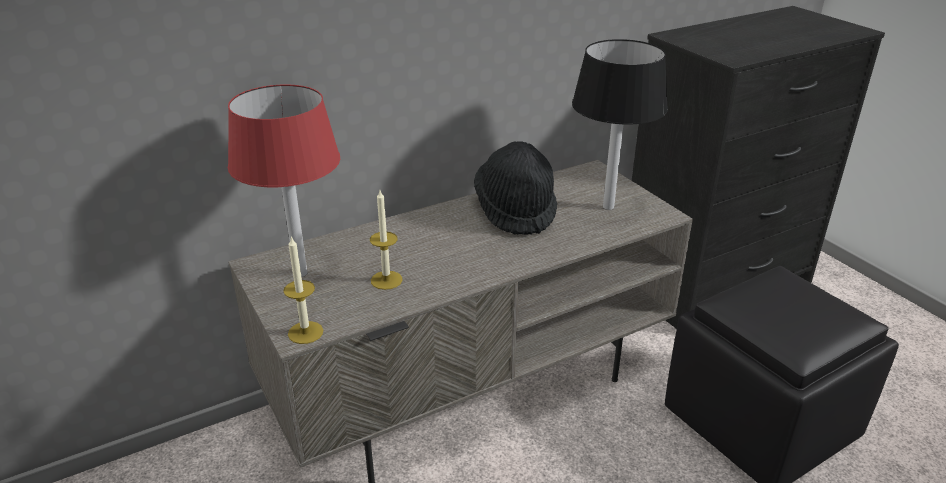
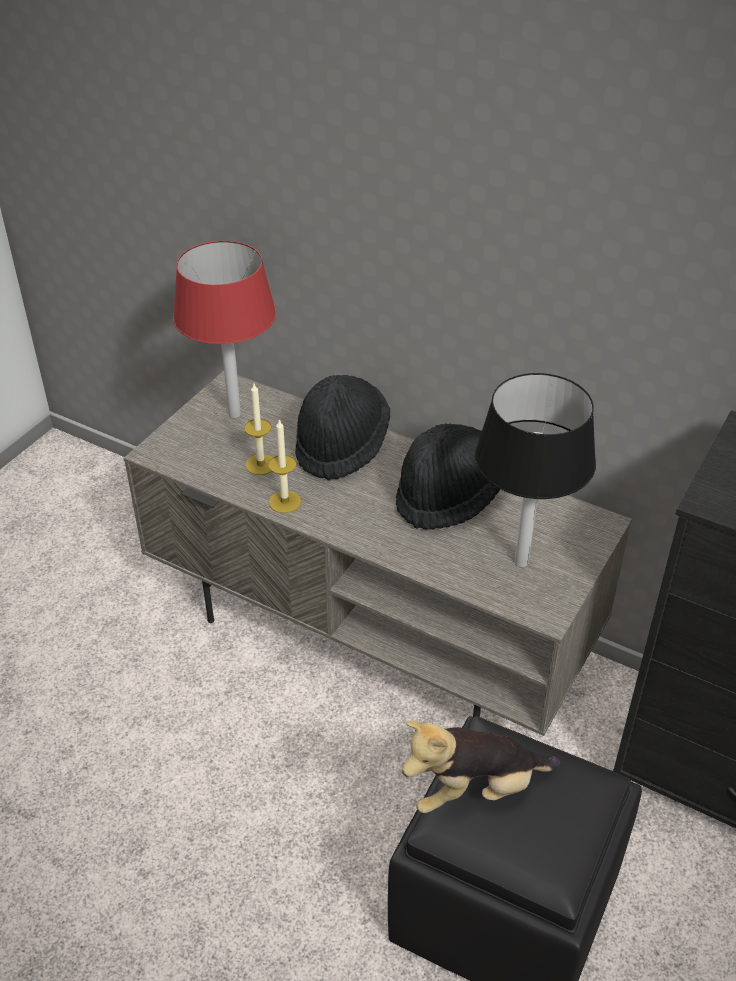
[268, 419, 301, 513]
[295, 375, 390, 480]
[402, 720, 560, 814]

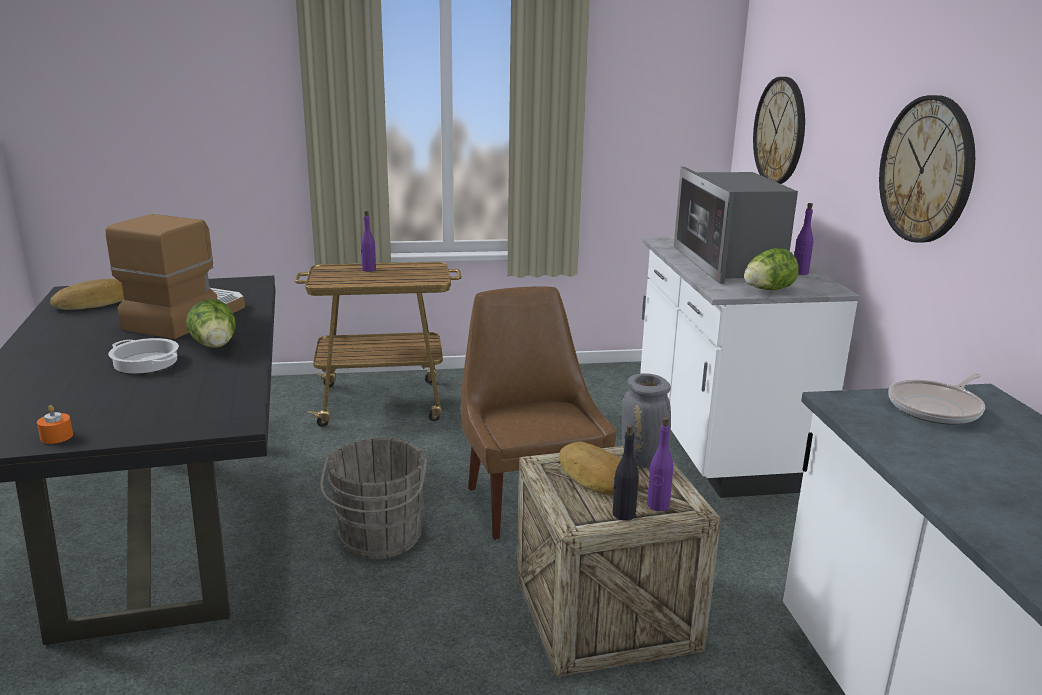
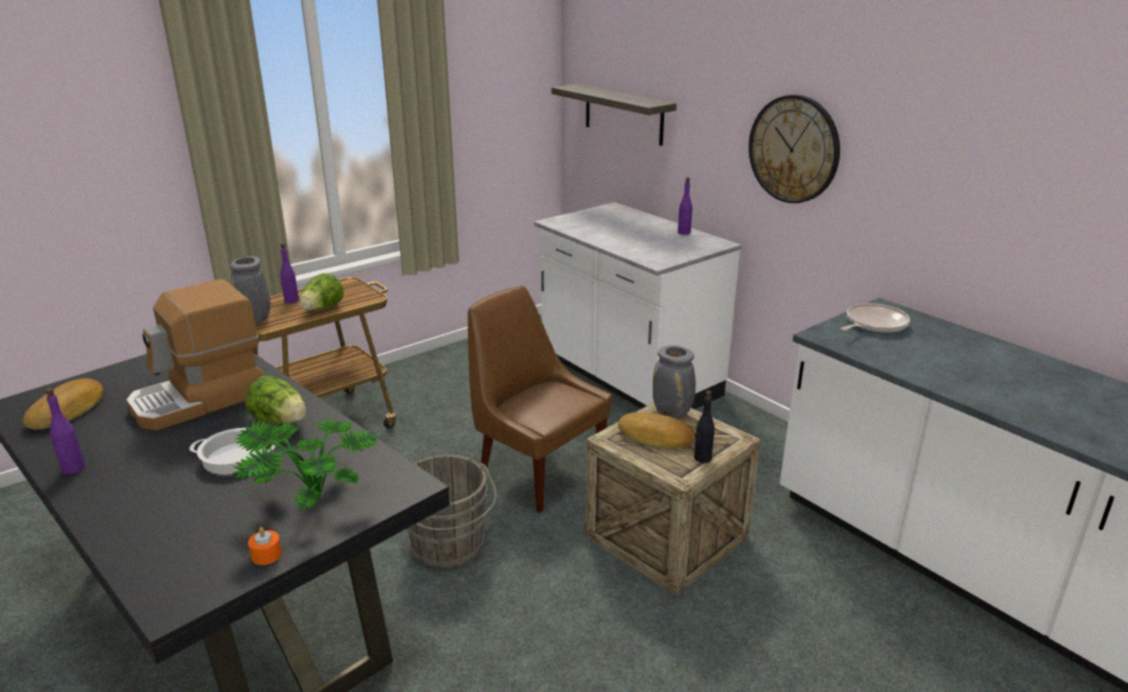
[46, 388, 85, 474]
[126, 279, 265, 430]
[230, 256, 271, 324]
[233, 420, 379, 510]
[300, 273, 344, 310]
[551, 84, 677, 146]
[841, 303, 910, 333]
[674, 167, 798, 284] (first image)

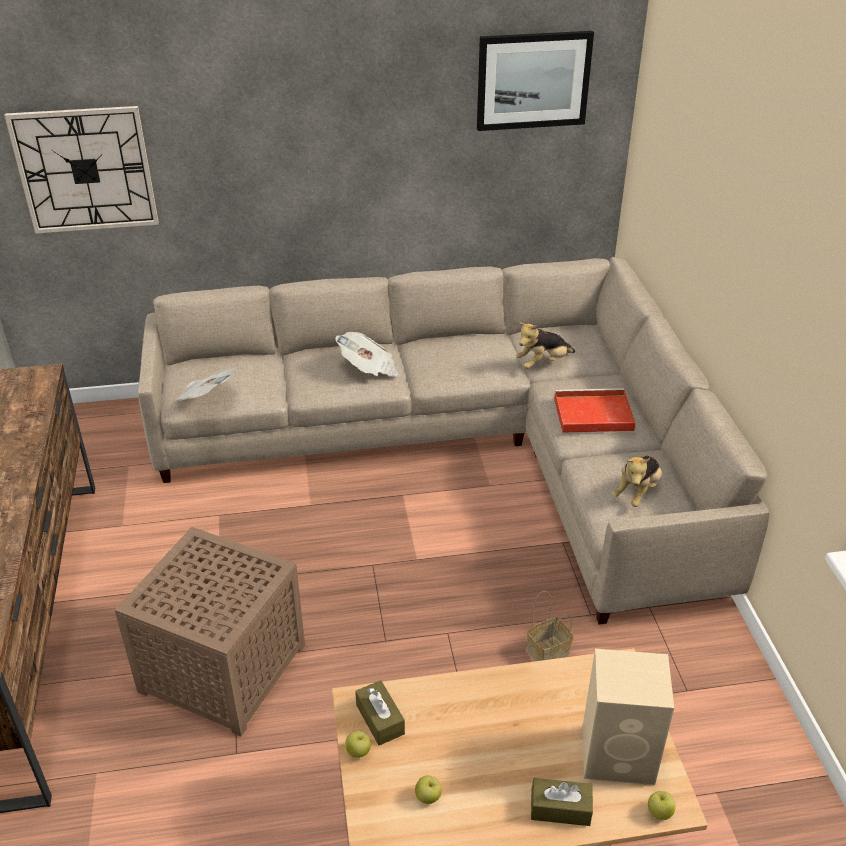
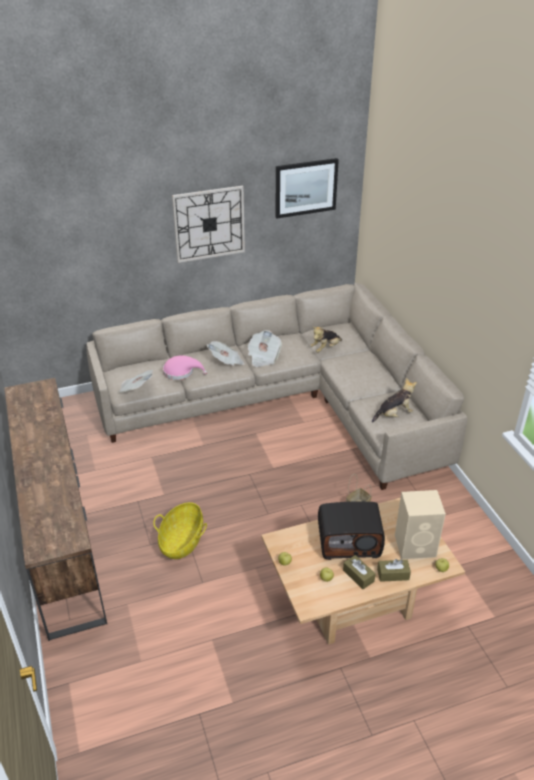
[153, 502, 207, 559]
[163, 355, 207, 380]
[172, 185, 245, 263]
[247, 330, 282, 367]
[318, 501, 385, 560]
[343, 555, 376, 589]
[372, 378, 417, 423]
[554, 388, 636, 433] (first image)

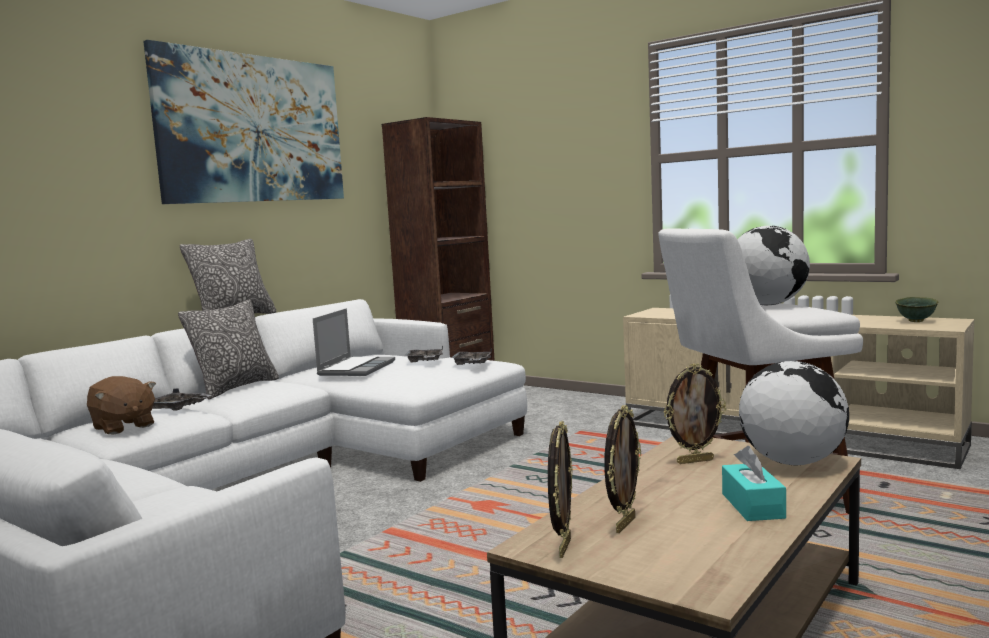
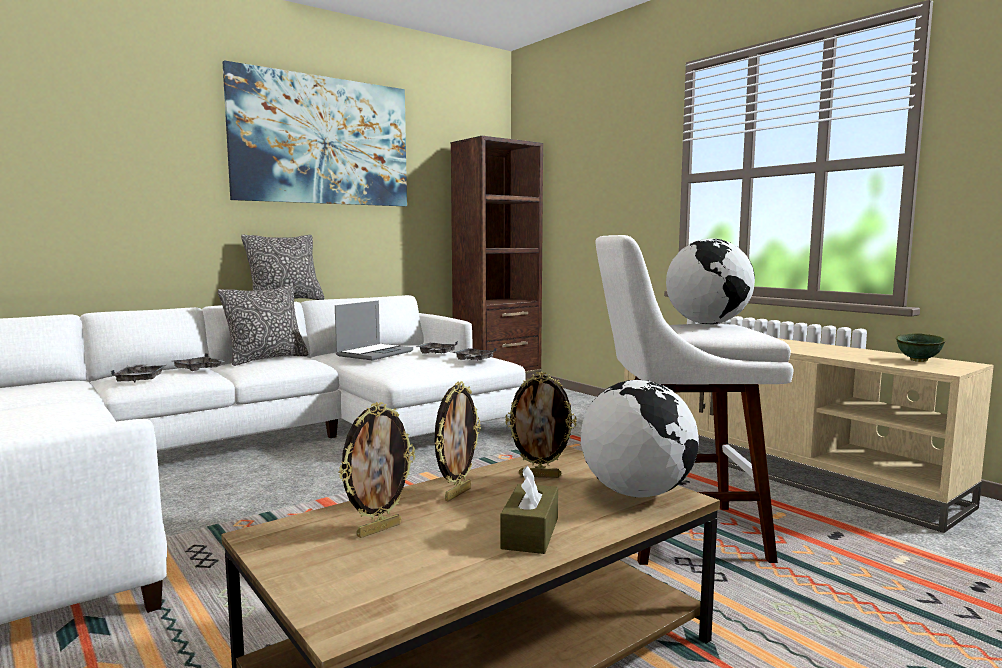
[111, 364, 166, 382]
[435, 381, 481, 501]
[500, 465, 558, 554]

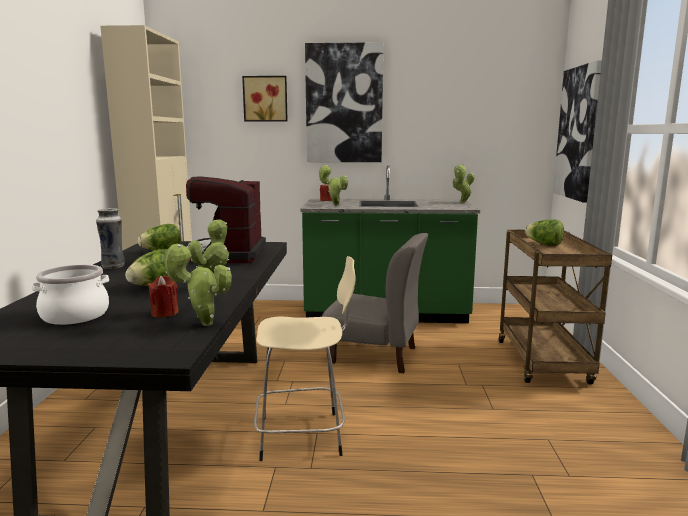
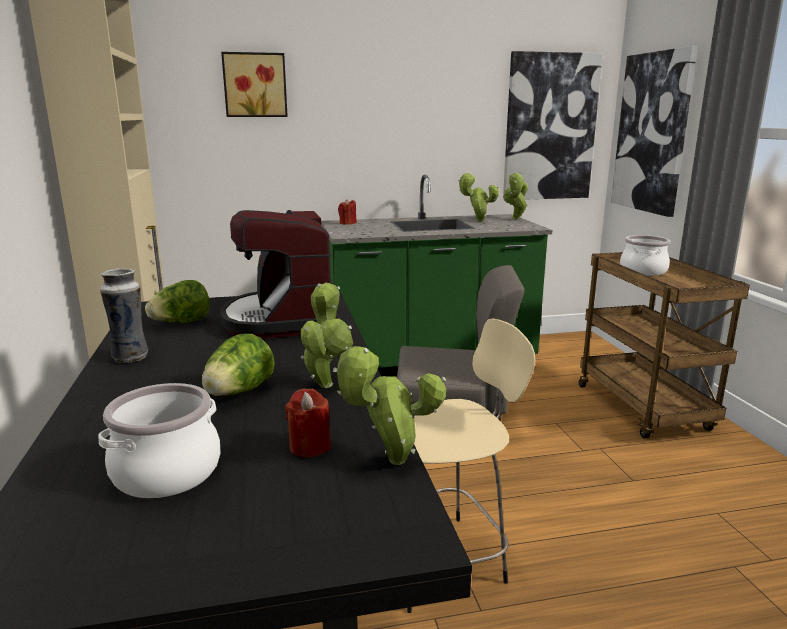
[458, 173, 499, 222]
[503, 51, 603, 200]
[620, 235, 671, 276]

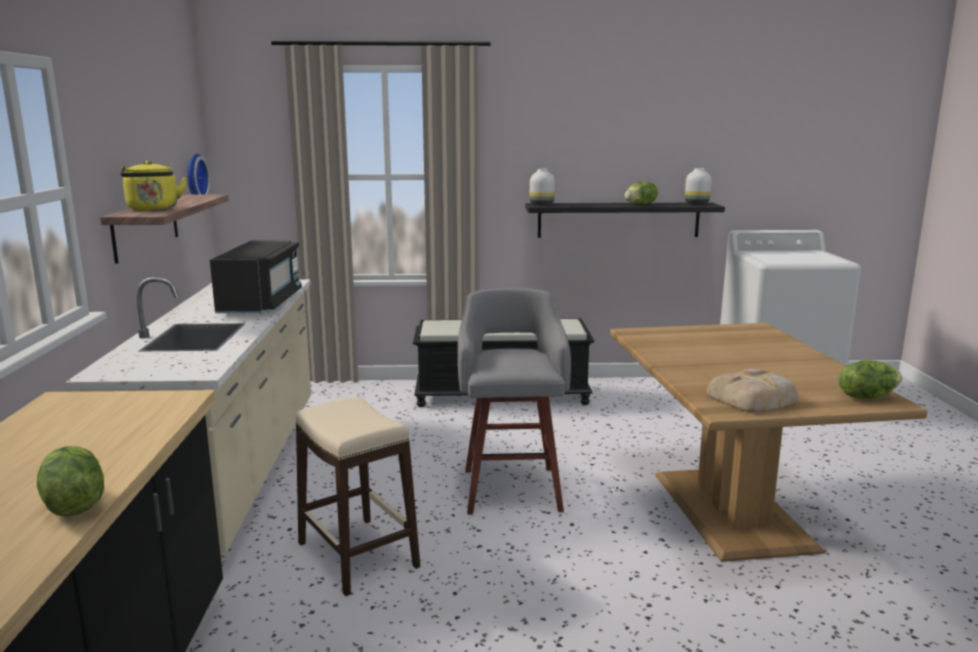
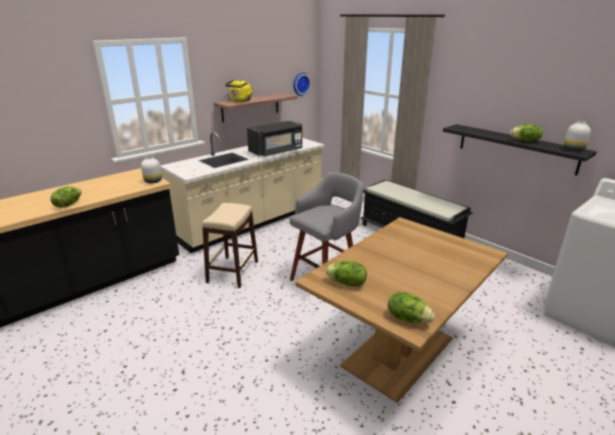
[141, 156, 162, 183]
[326, 261, 367, 286]

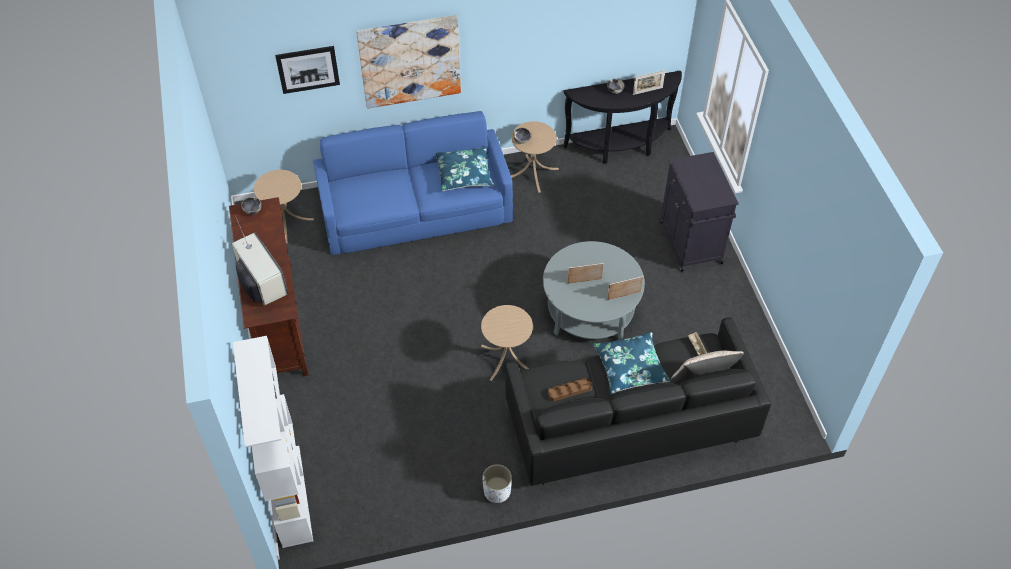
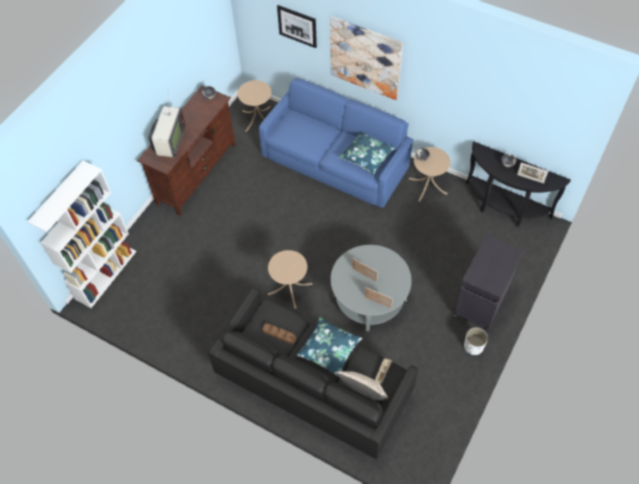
[464, 327, 488, 355]

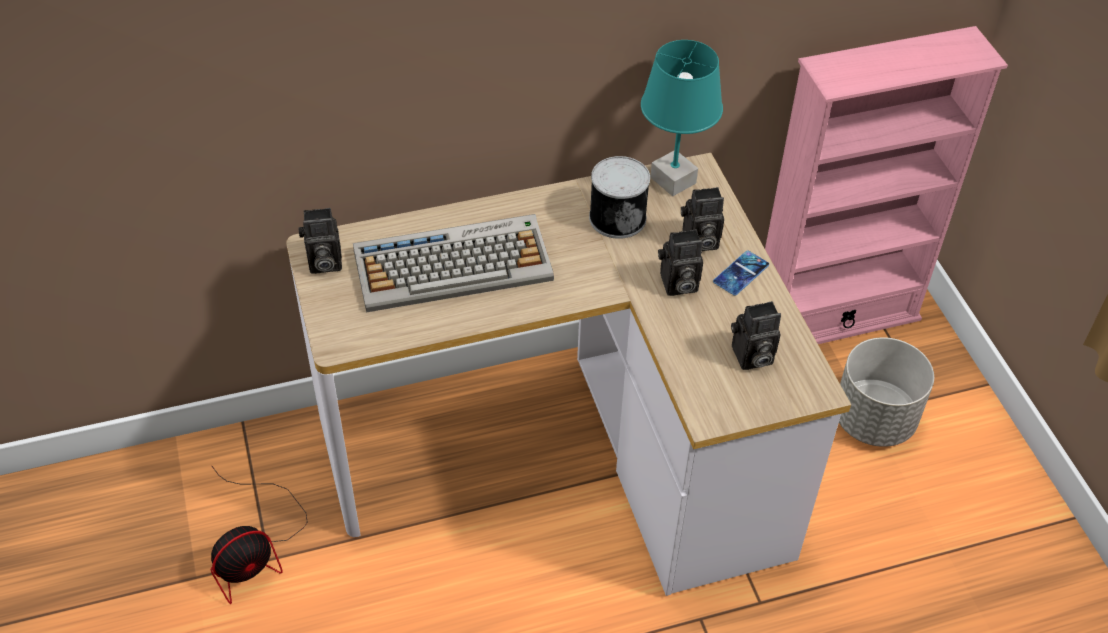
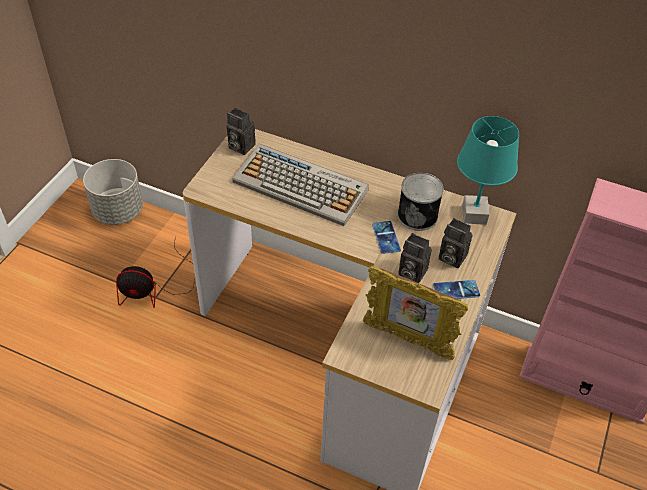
[83, 159, 143, 225]
[363, 266, 468, 360]
[372, 221, 401, 254]

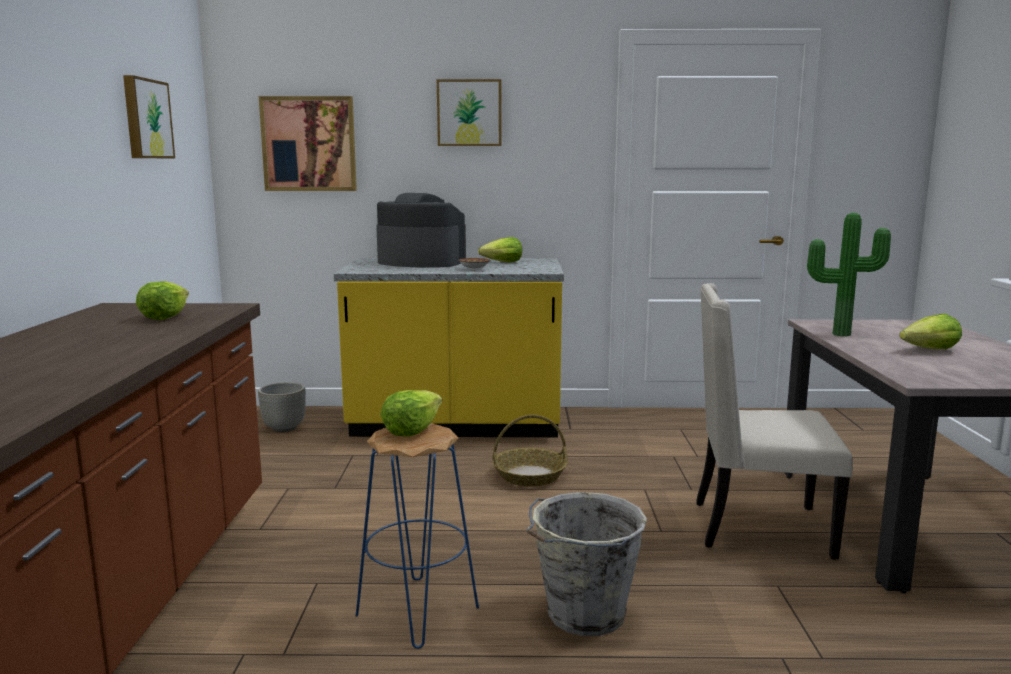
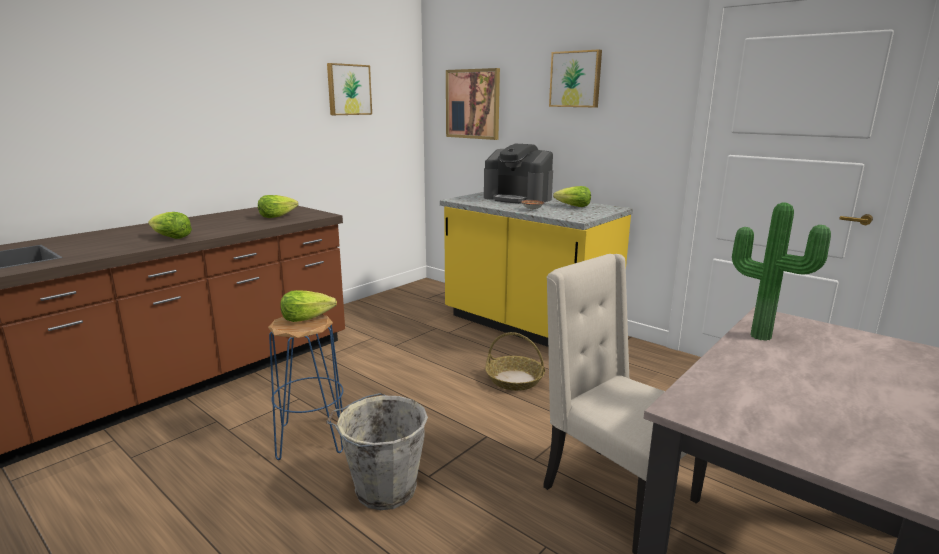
[148, 212, 192, 239]
[484, 144, 553, 204]
[258, 382, 306, 432] (first image)

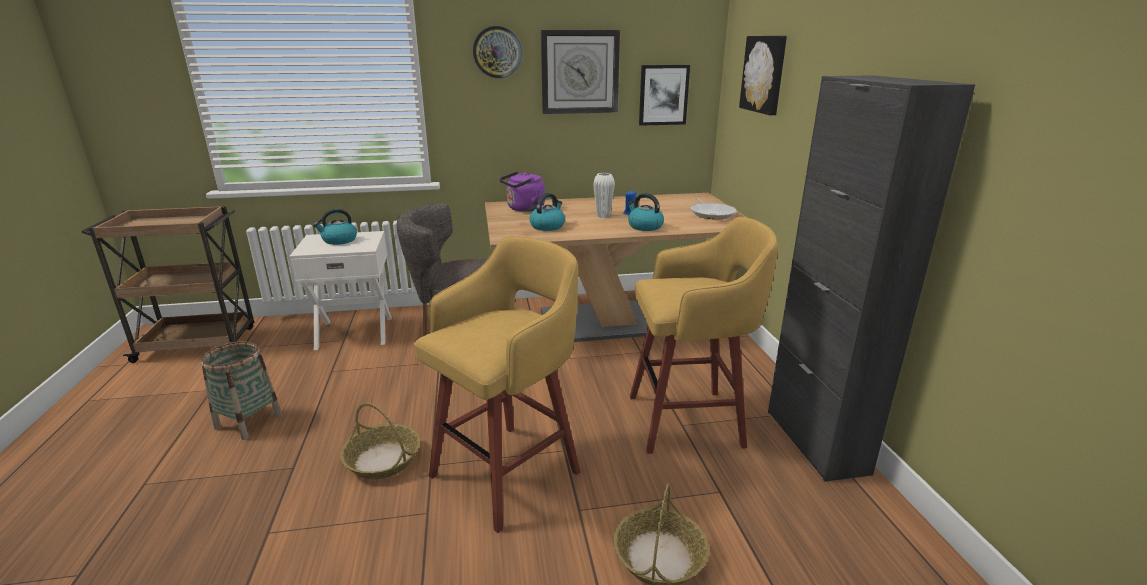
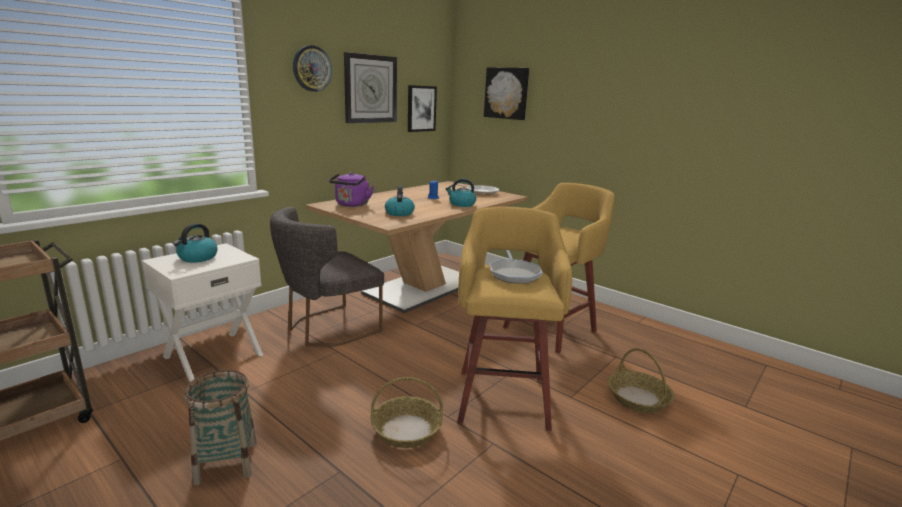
[489, 250, 543, 284]
[593, 173, 615, 218] (first image)
[768, 75, 975, 482] (first image)

